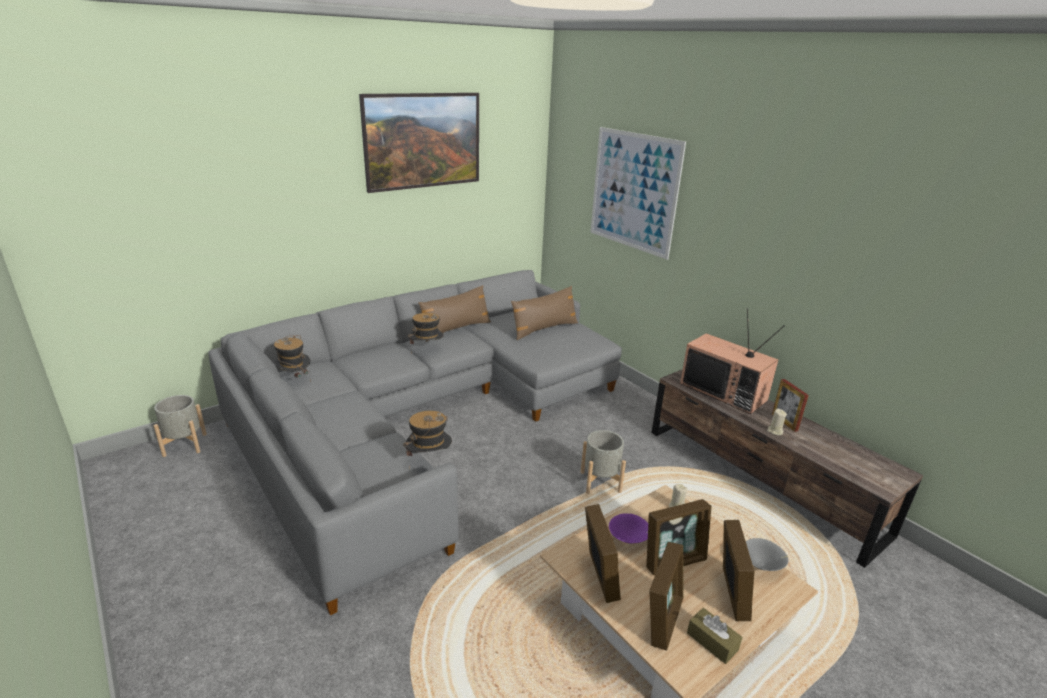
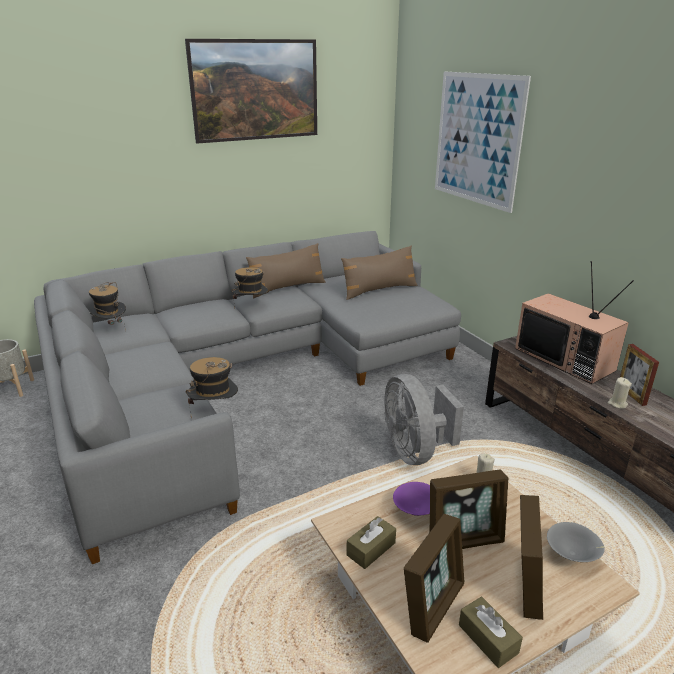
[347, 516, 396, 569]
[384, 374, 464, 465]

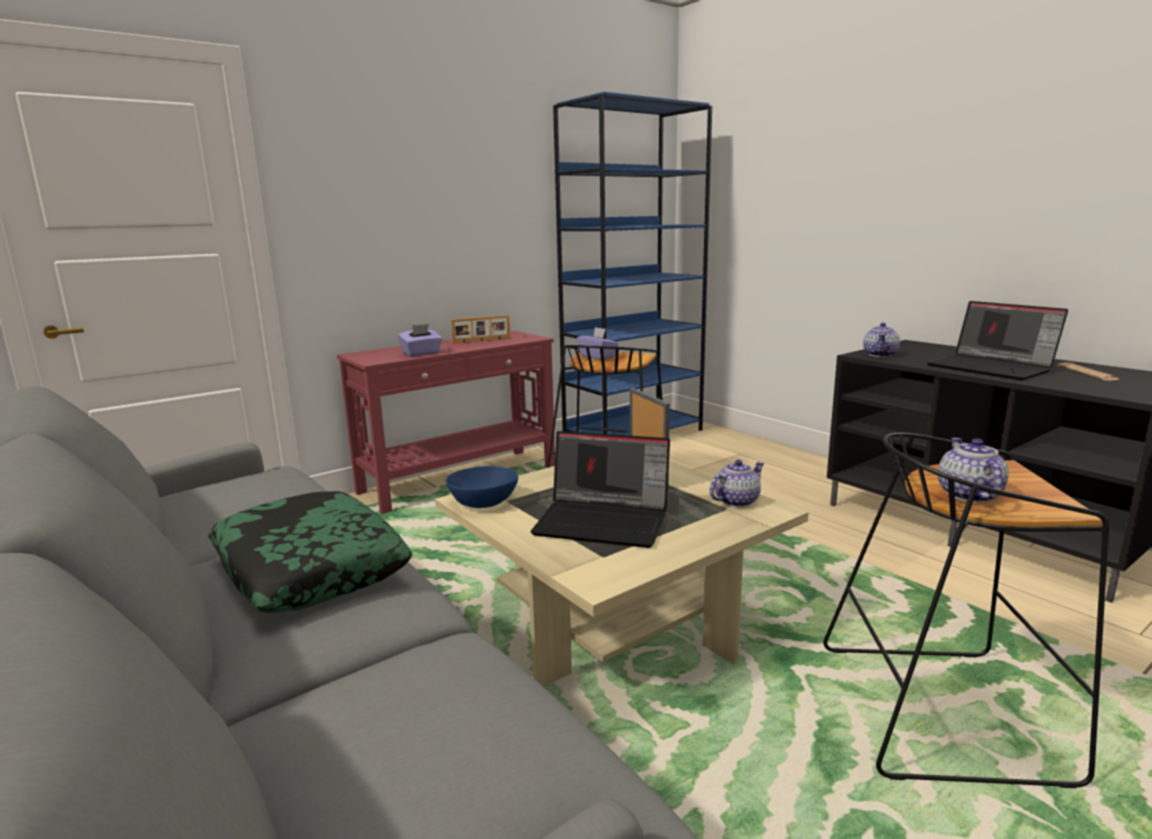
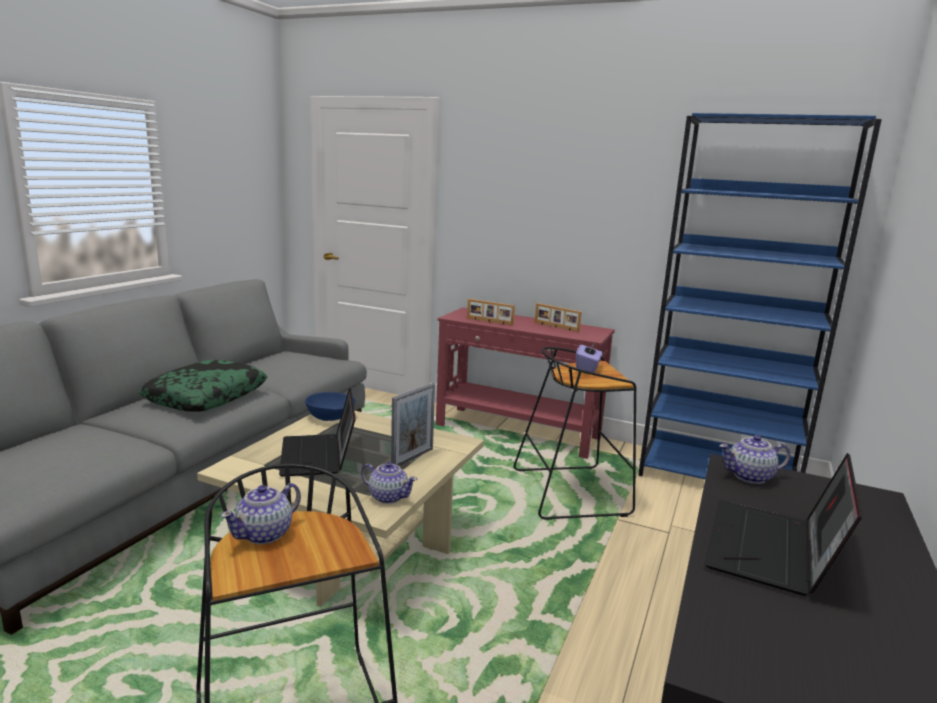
[221, 483, 301, 544]
[467, 299, 515, 326]
[1057, 362, 1120, 381] (first image)

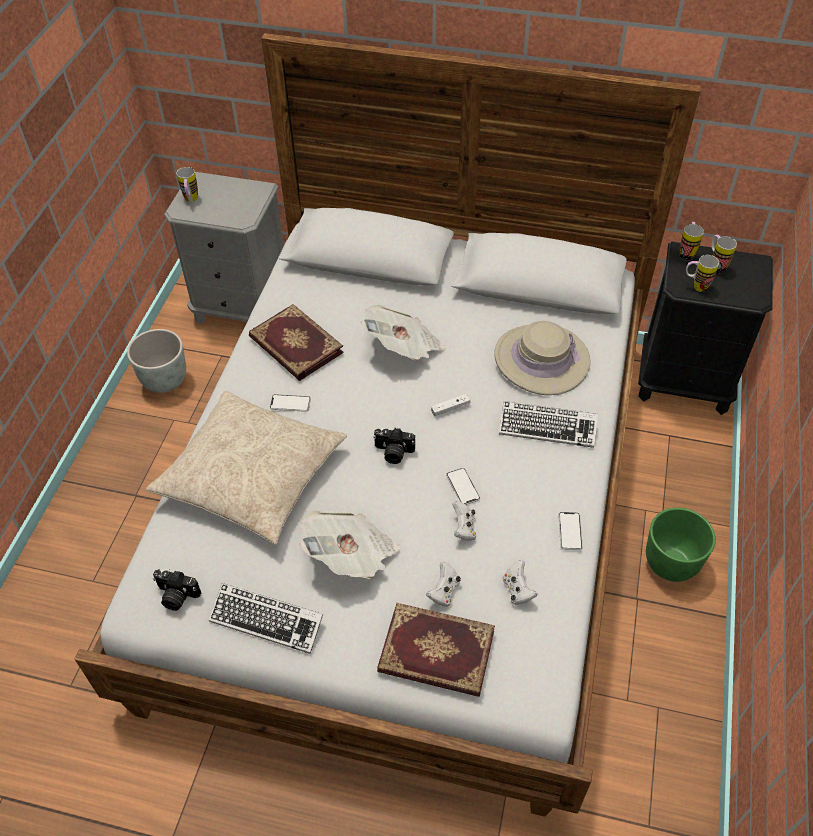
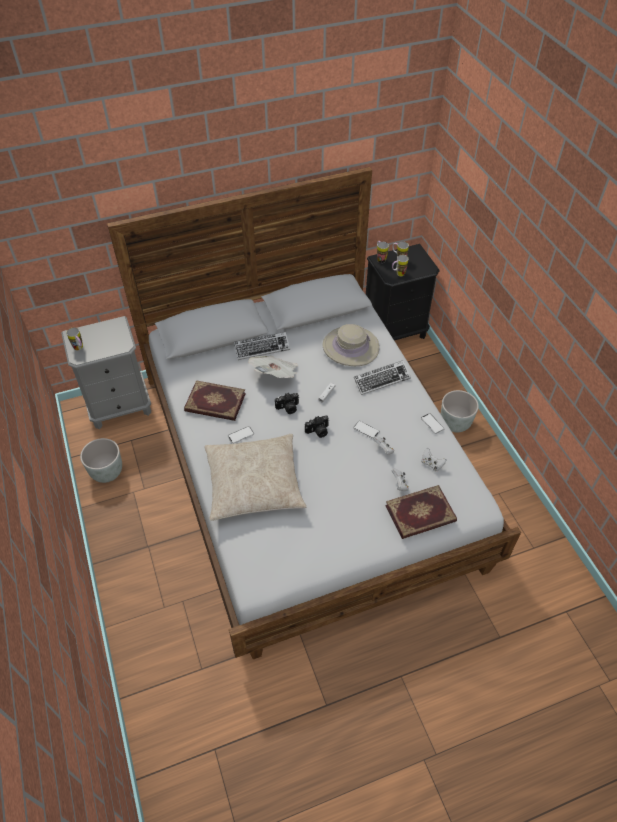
[234, 332, 290, 360]
[275, 393, 299, 414]
[441, 390, 479, 433]
[299, 511, 400, 579] (first image)

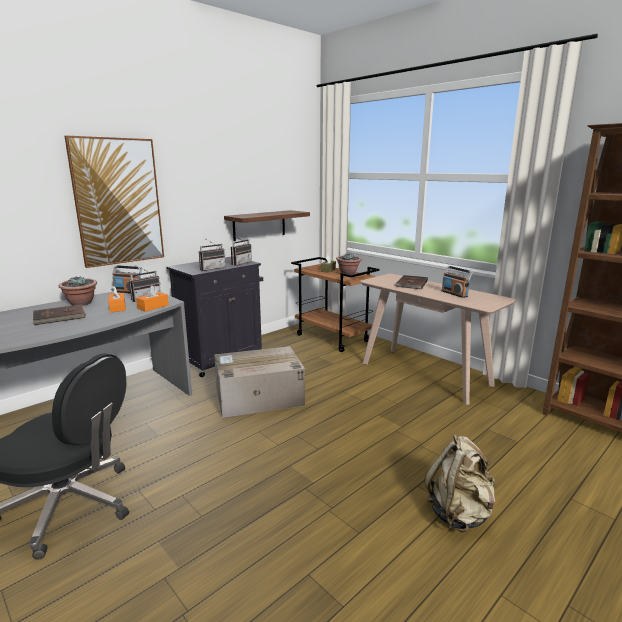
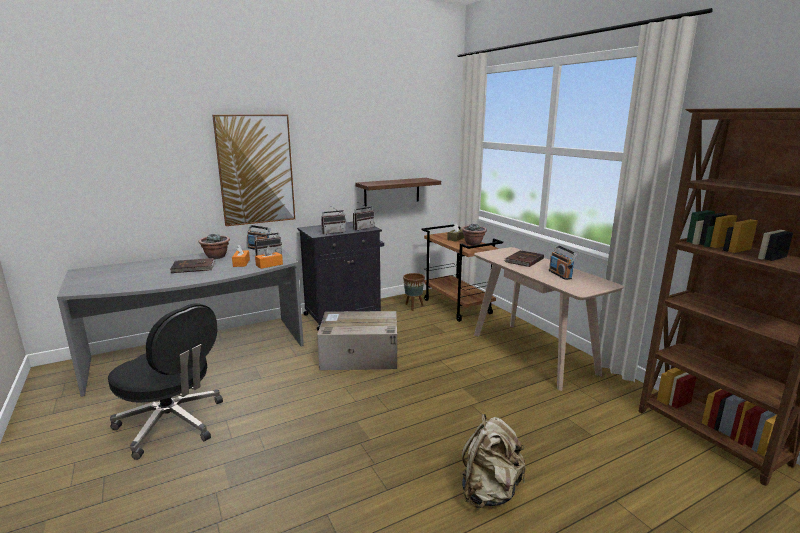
[403, 273, 425, 311]

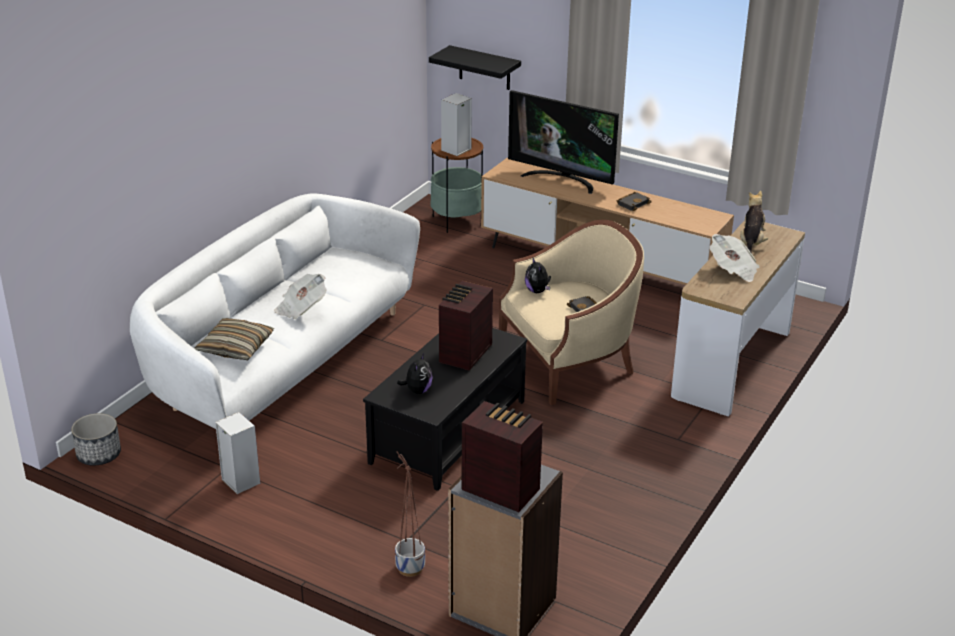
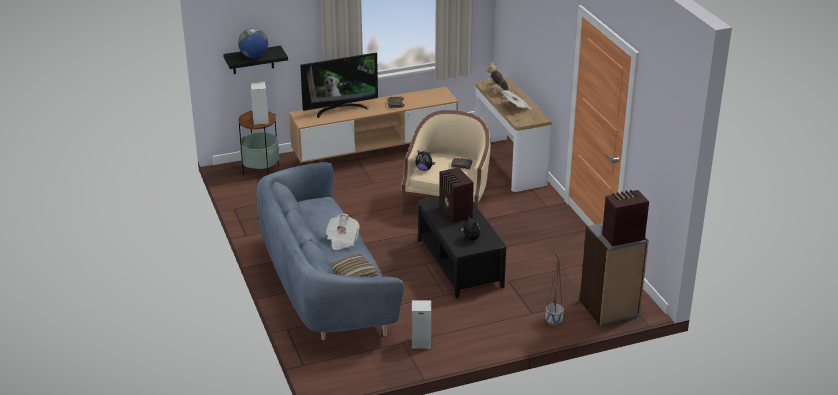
[238, 28, 268, 58]
[256, 162, 404, 340]
[71, 413, 121, 466] (first image)

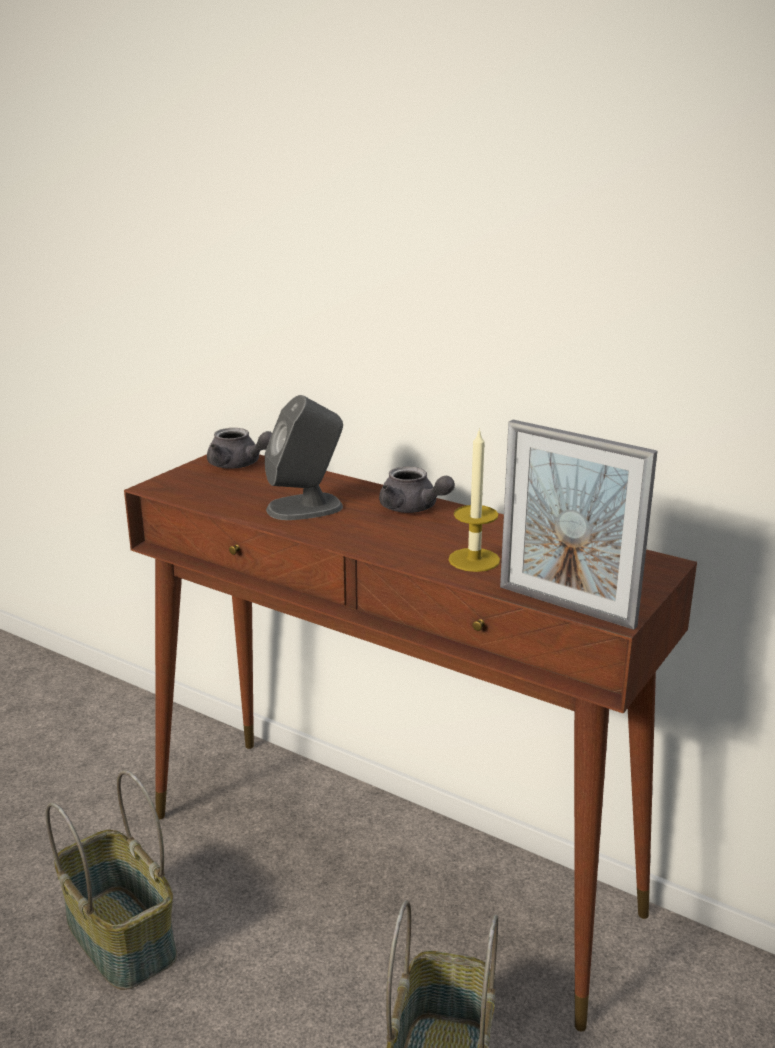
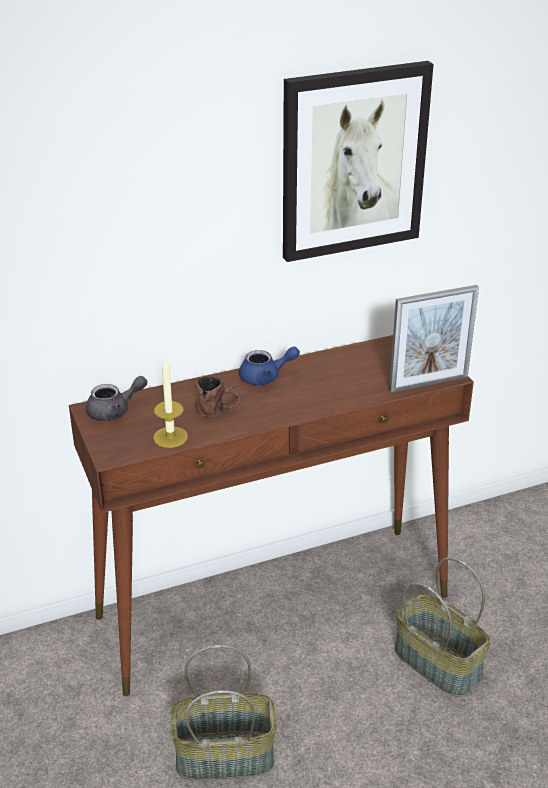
[153, 358, 188, 448]
[195, 375, 241, 417]
[239, 346, 300, 385]
[283, 61, 434, 262]

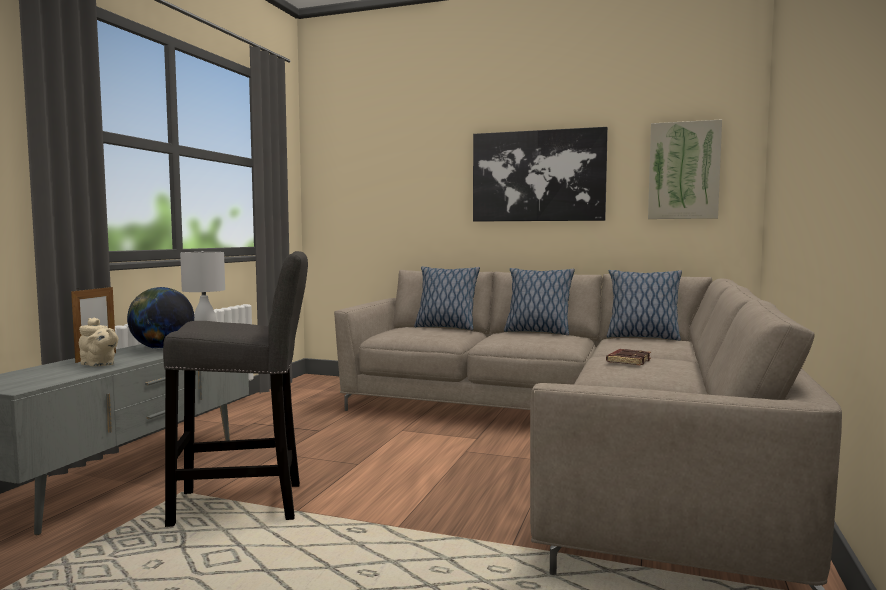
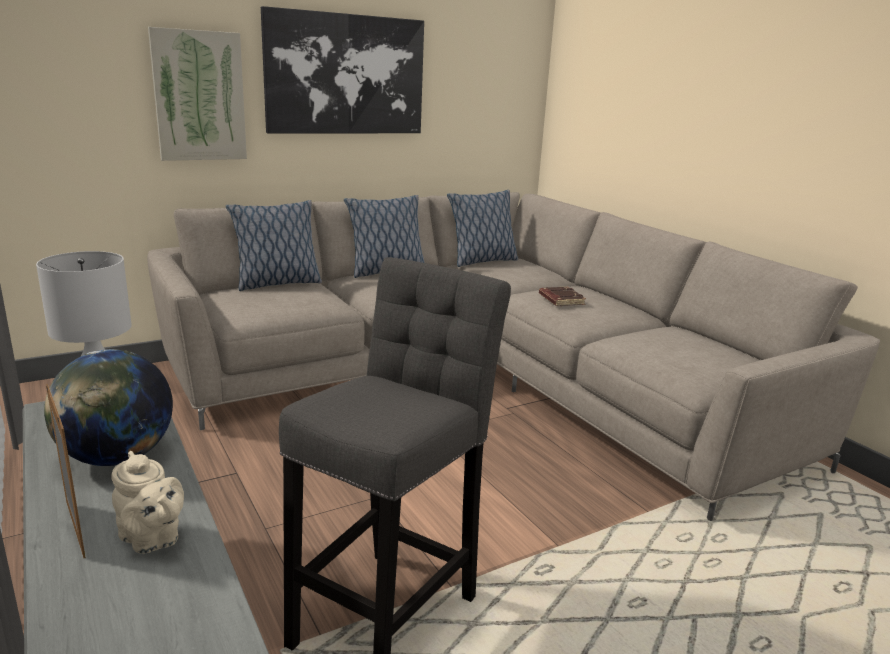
[111, 451, 184, 554]
[148, 27, 247, 161]

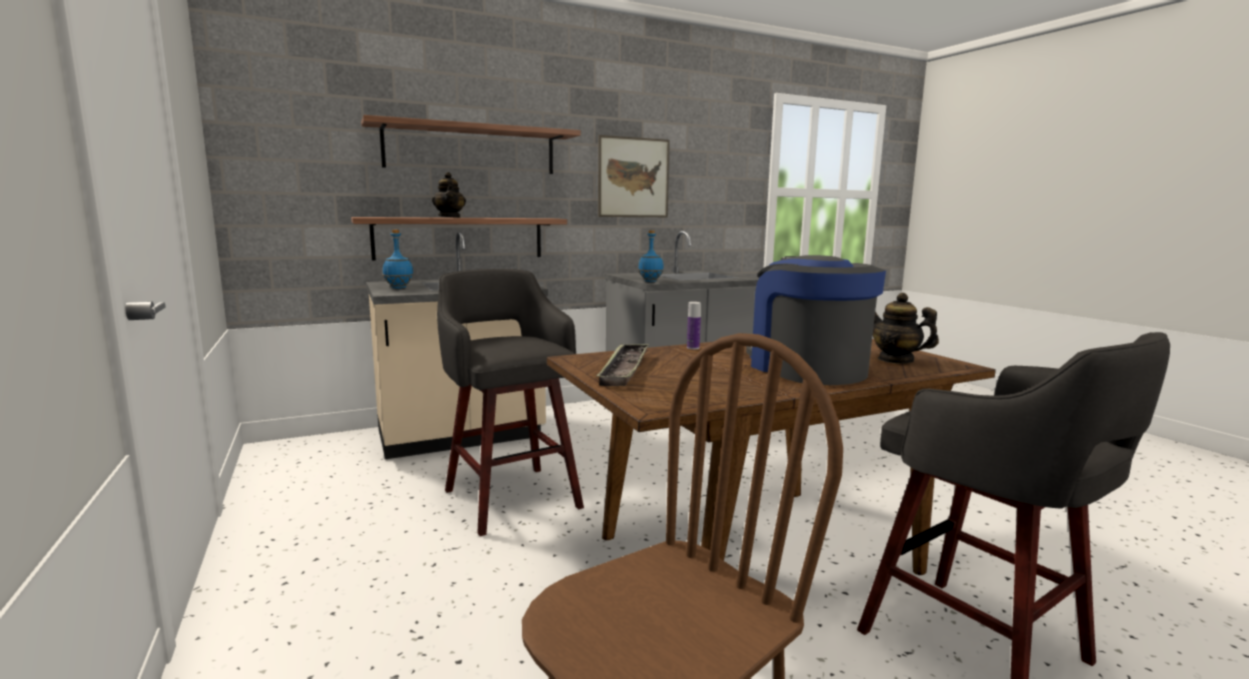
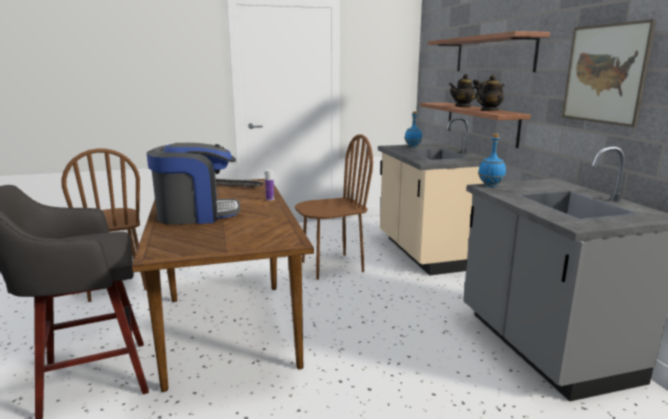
[295, 134, 373, 280]
[477, 75, 505, 111]

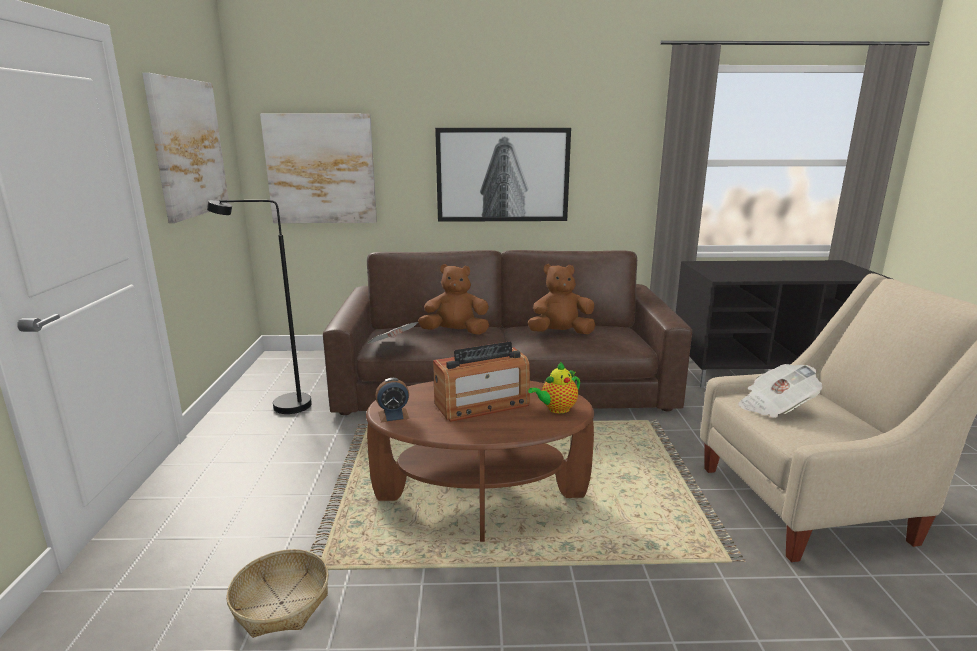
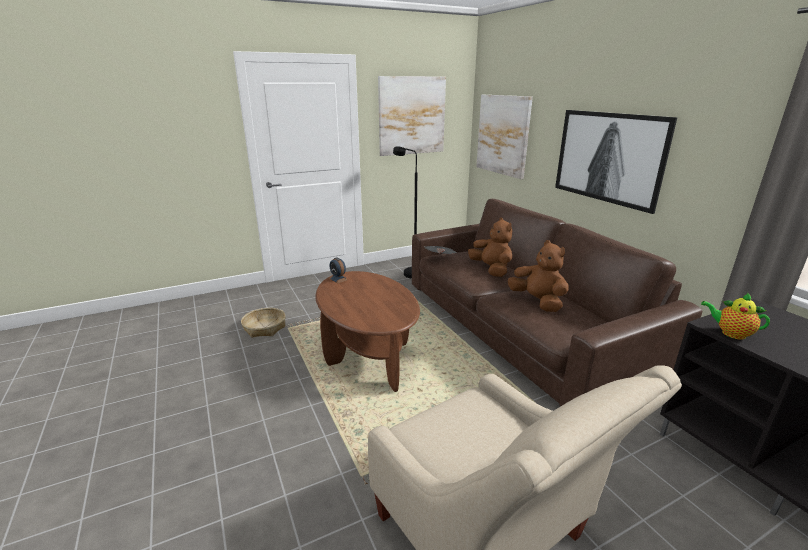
[701, 293, 770, 340]
[433, 341, 530, 422] (first image)
[738, 364, 822, 418] (first image)

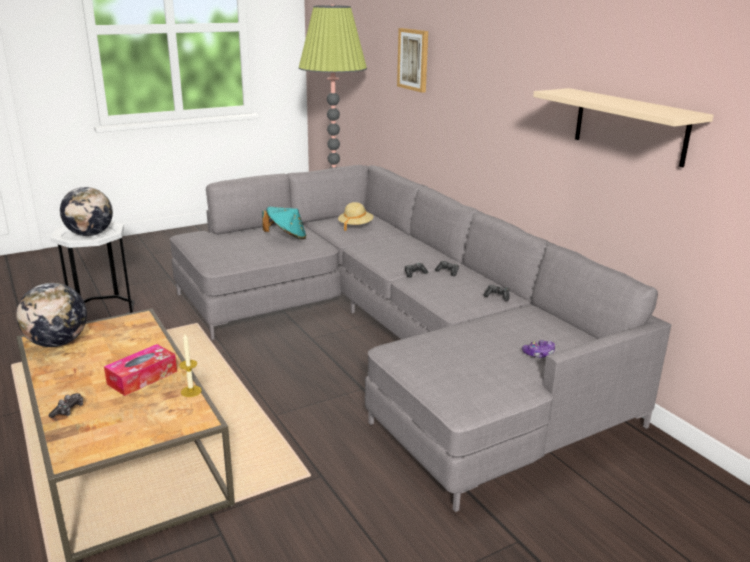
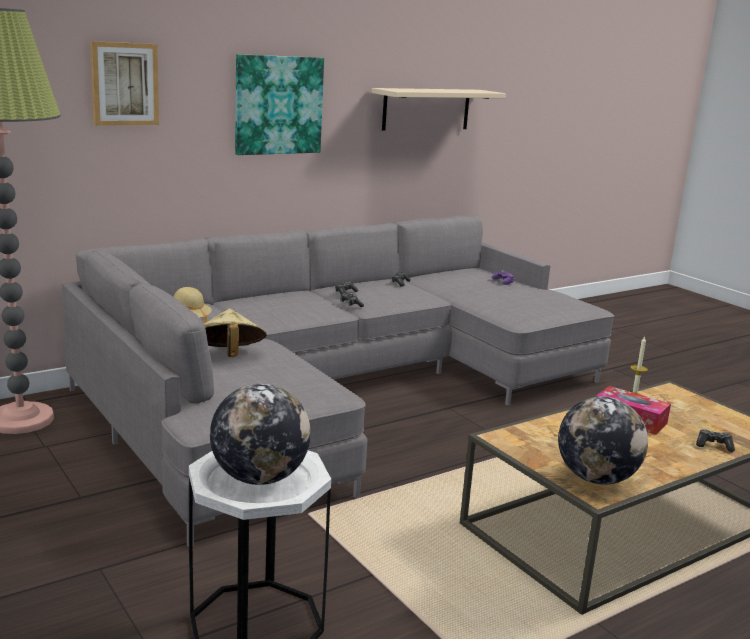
[204, 308, 267, 357]
[235, 54, 324, 155]

